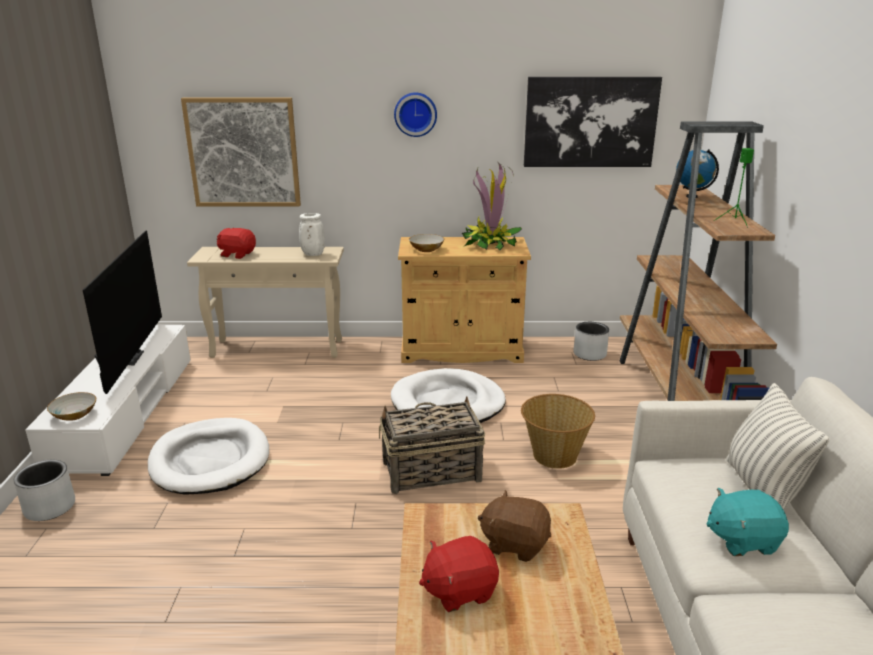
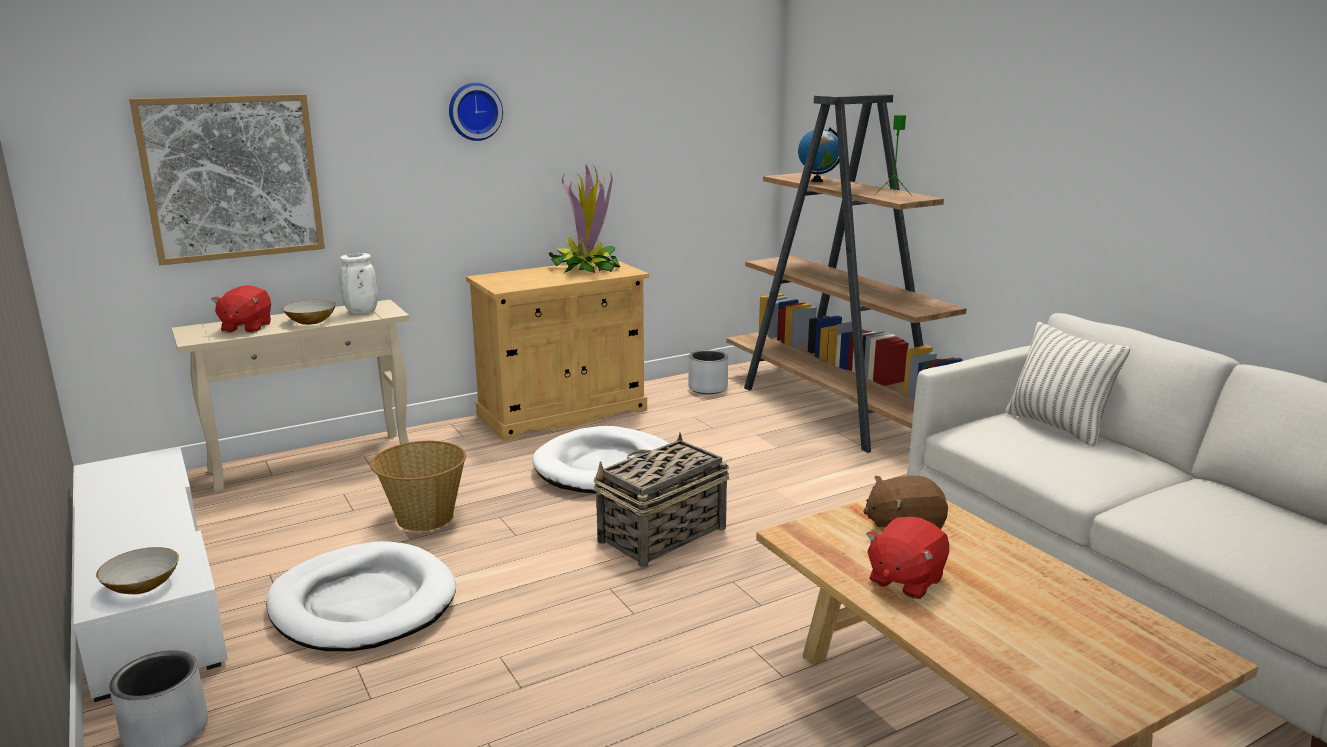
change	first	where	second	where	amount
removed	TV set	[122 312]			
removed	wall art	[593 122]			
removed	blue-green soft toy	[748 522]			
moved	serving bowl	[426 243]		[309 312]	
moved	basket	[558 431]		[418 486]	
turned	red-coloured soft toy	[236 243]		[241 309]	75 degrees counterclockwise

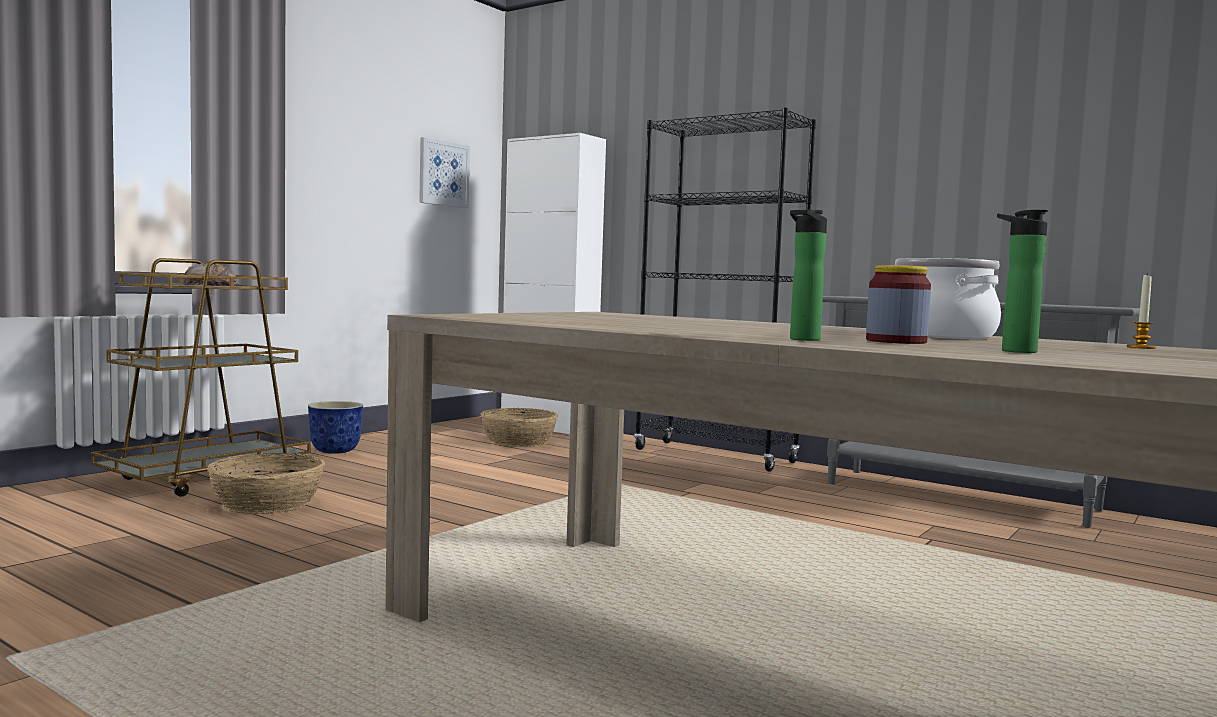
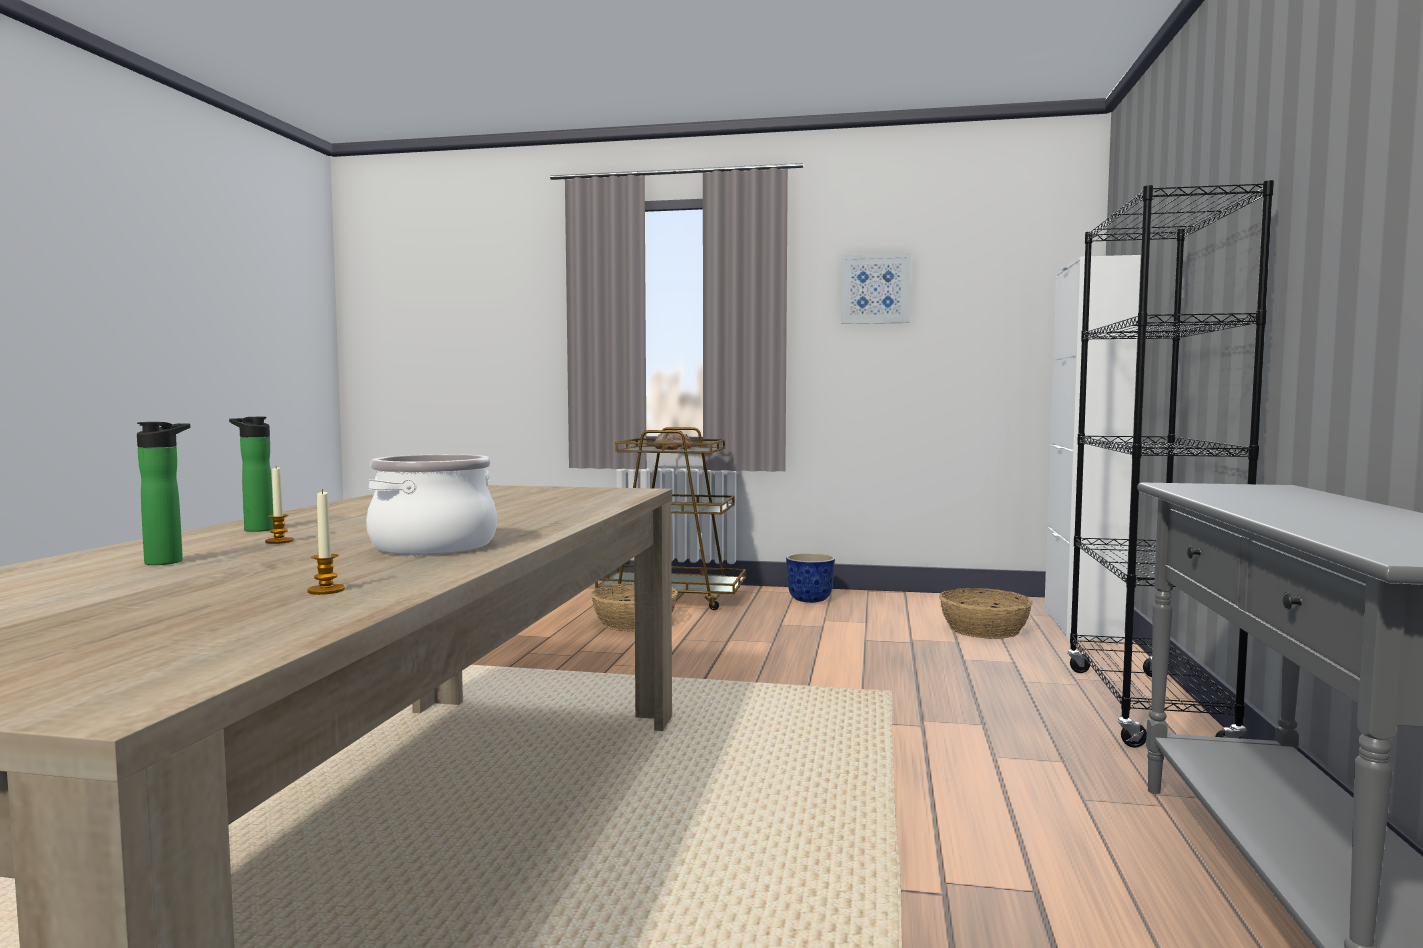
change	first	where	second	where	amount
moved	wall art	[444 172]		[876 288]	
replaced	jar	[898 304]	wax light	[279 505]	

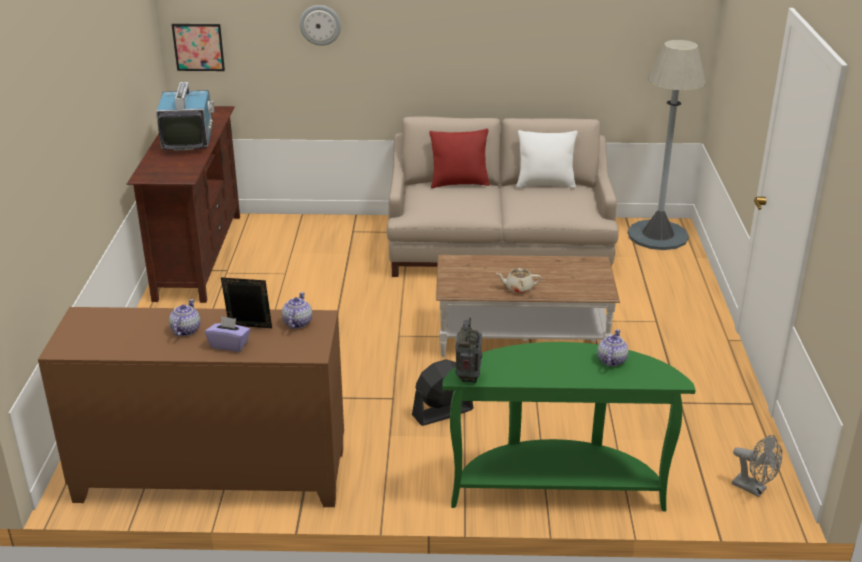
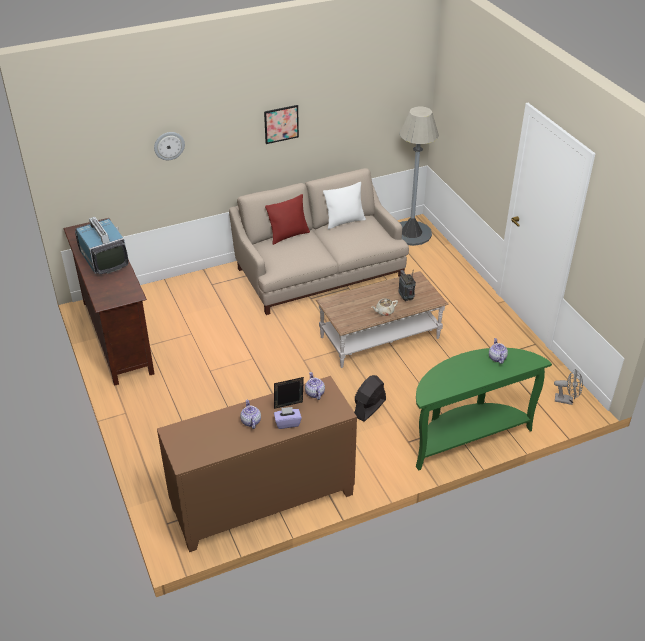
change	first	where	second	where	amount
moved	wall art	[198 47]		[281 124]	
moved	radio receiver	[469 350]		[407 285]	

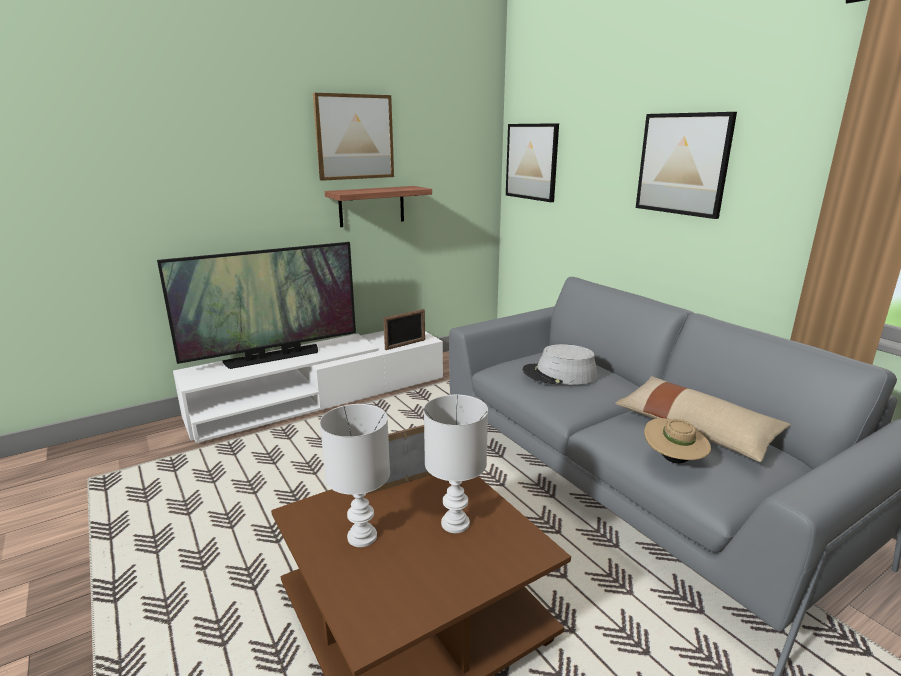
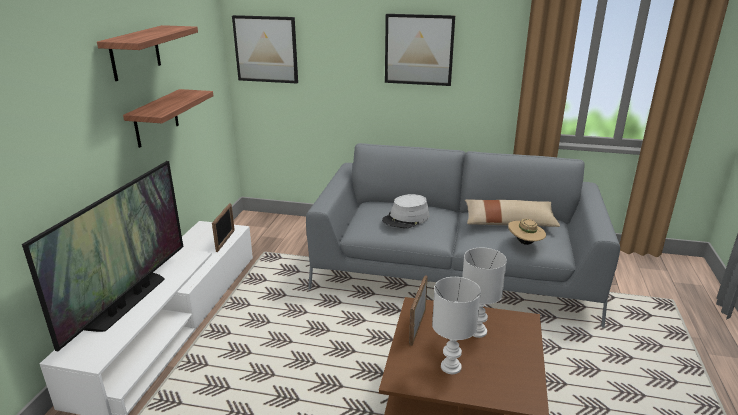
change	first	where	second	where	amount
replaced	wall art	[353 137]	shelf	[147 53]	

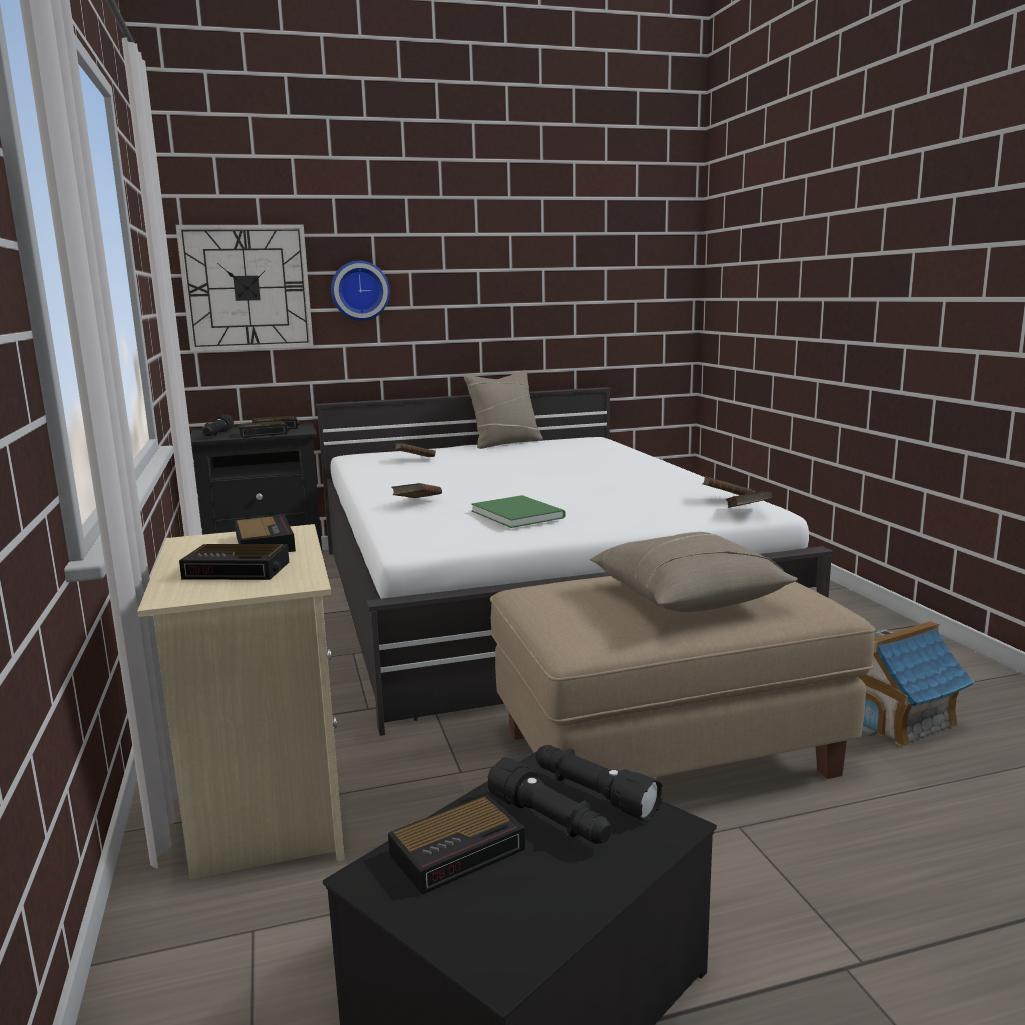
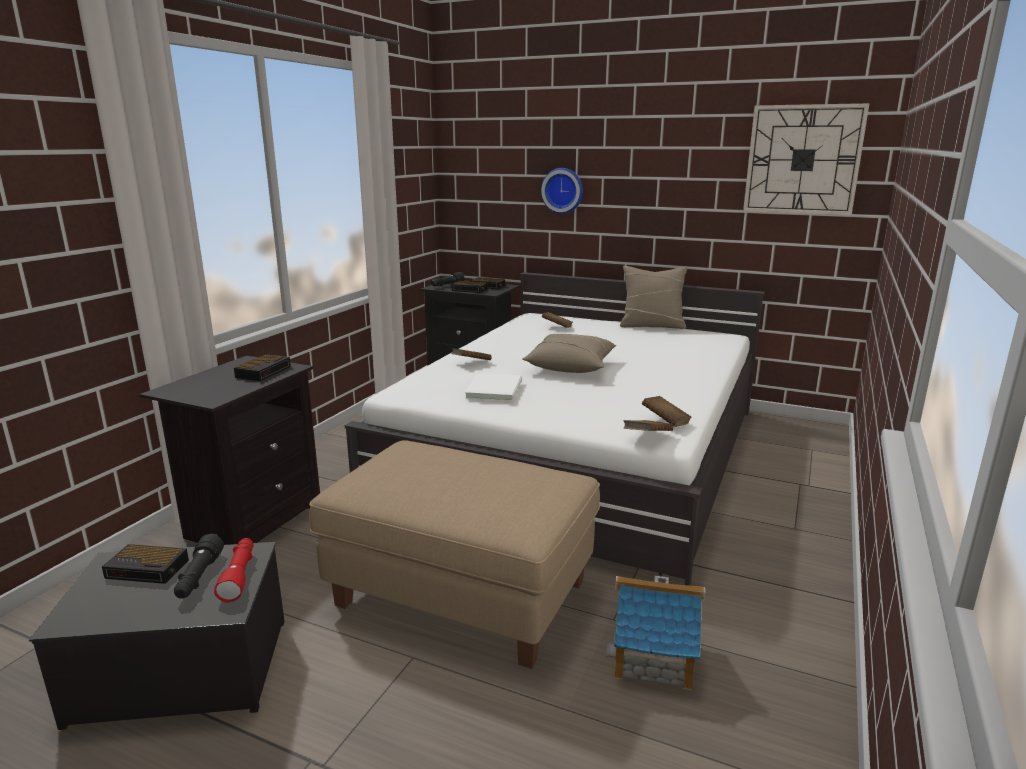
change	first	where	second	where	amount
removed	bedside clock	[234 562]			
moved	wall clock	[244 288]		[806 159]	
moved	beige cushion	[694 572]		[569 353]	
recoloured	beige nightstand	[241 702]	black nightstand	[229 450]	
recoloured	greenish volume	[519 511]	whitish volume	[493 387]	
recoloured	black torch	[599 783]	red-coloured torch	[234 570]	

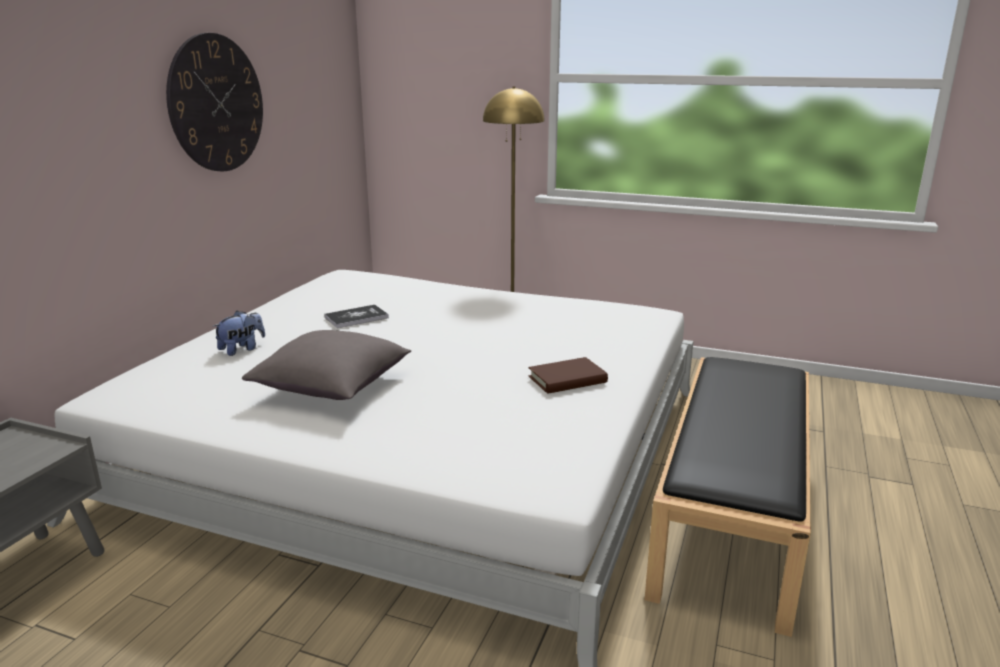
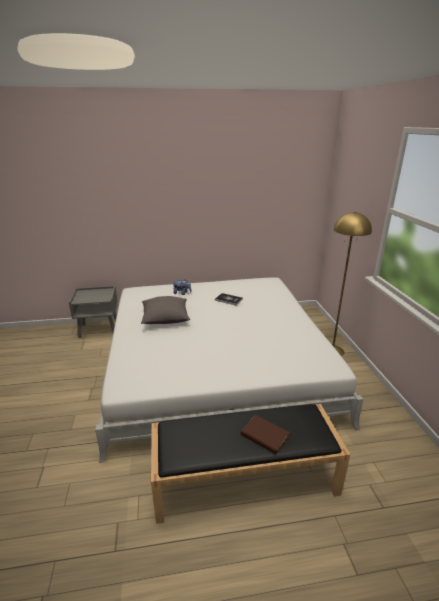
change	first	where	second	where	amount
removed	wall clock	[214 102]			
moved	brown-coloured volume	[568 375]		[265 434]	

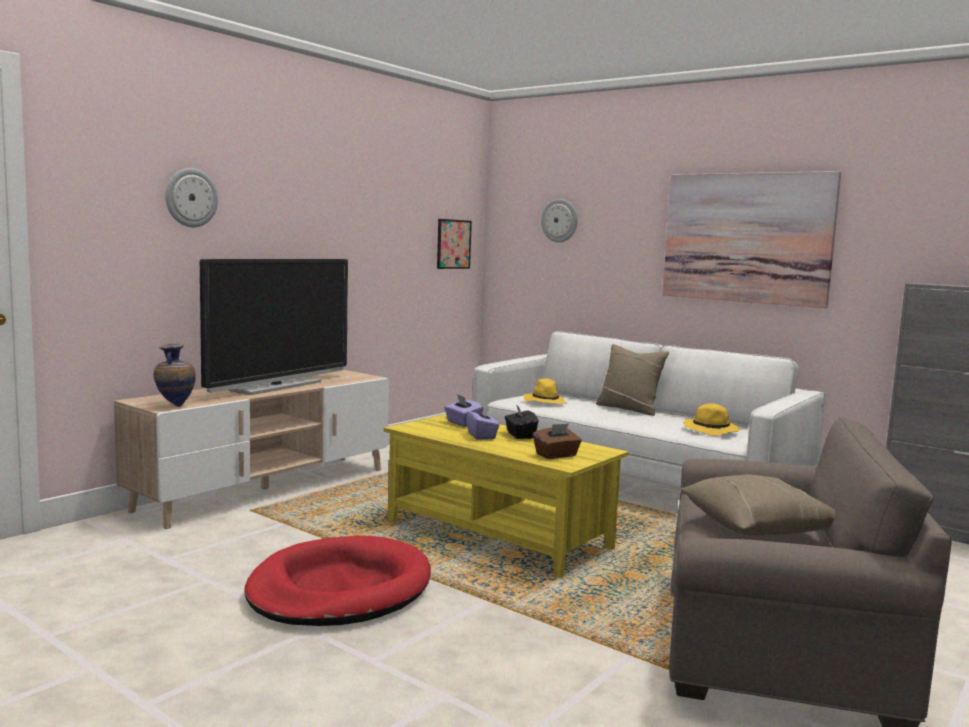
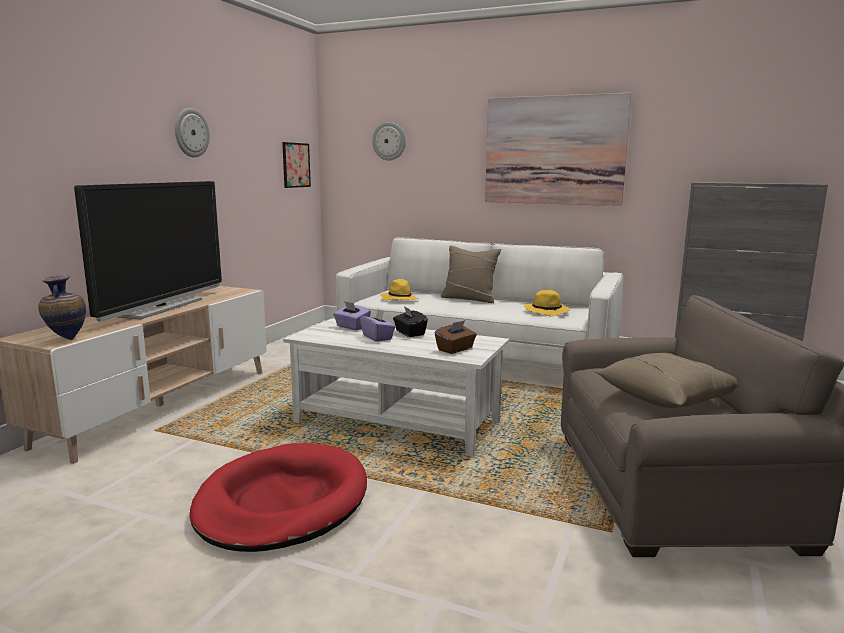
change	first	where	second	where	amount
moved	wall clock	[191 197]		[192 132]	
recoloured	yellow-coloured lounge table	[506 496]	whitish lounge table	[396 388]	

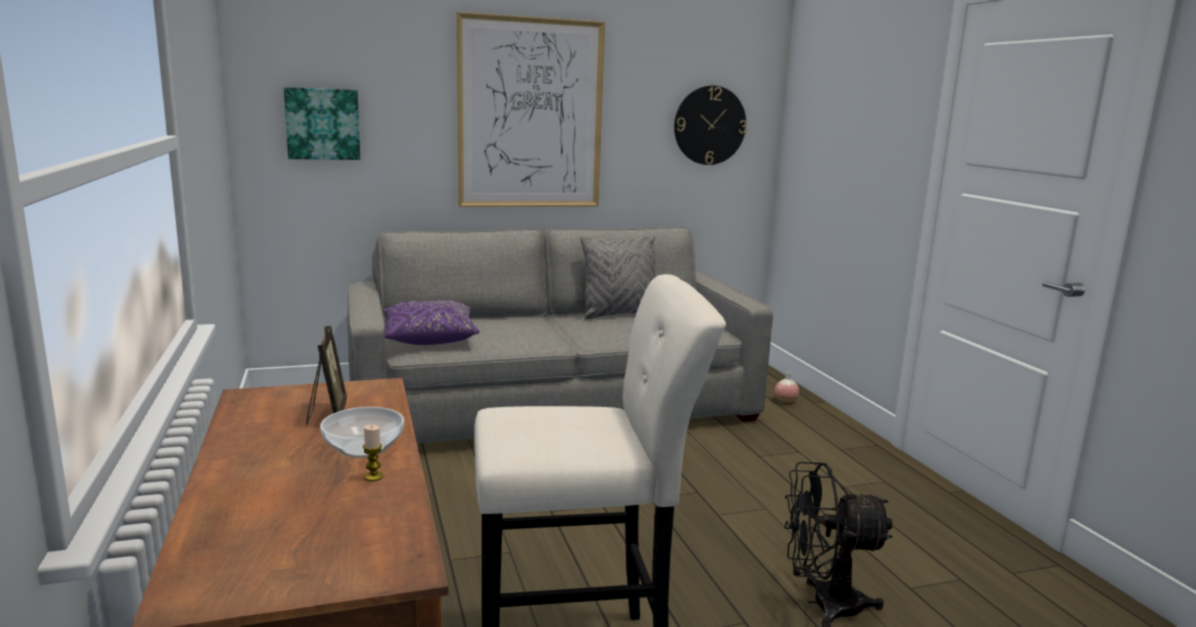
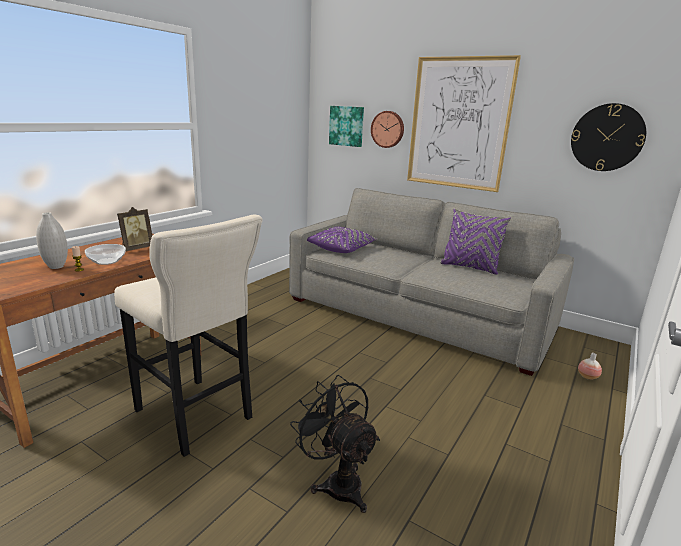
change	first	where	second	where	amount
added			whitish vase	[52 240]	
added			wall clock	[387 129]	
recoloured	grey cushion	[617 277]	purple-coloured cushion	[475 241]	

